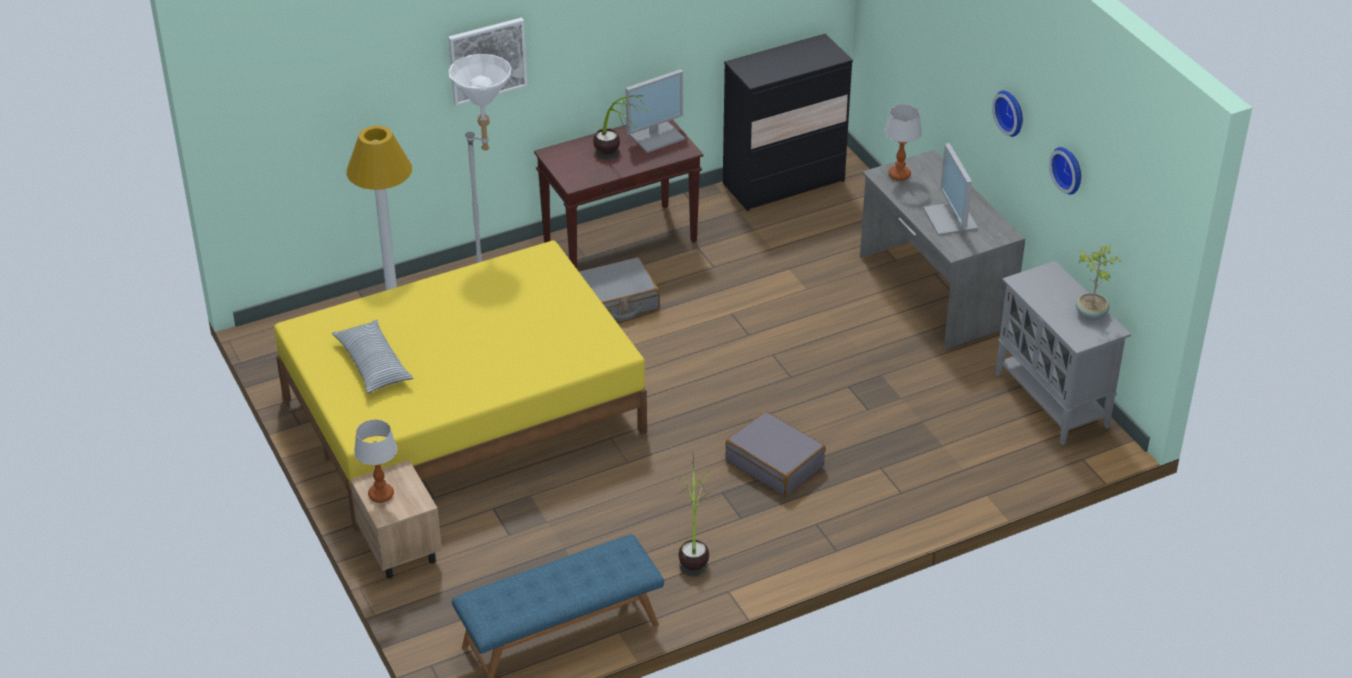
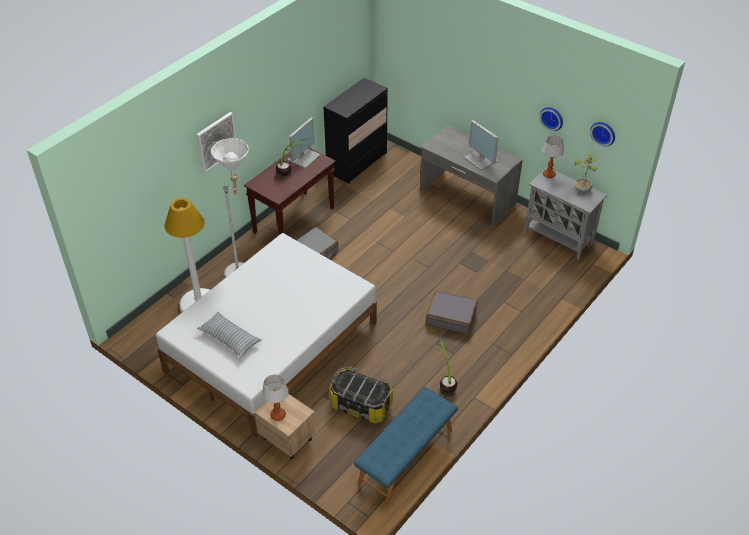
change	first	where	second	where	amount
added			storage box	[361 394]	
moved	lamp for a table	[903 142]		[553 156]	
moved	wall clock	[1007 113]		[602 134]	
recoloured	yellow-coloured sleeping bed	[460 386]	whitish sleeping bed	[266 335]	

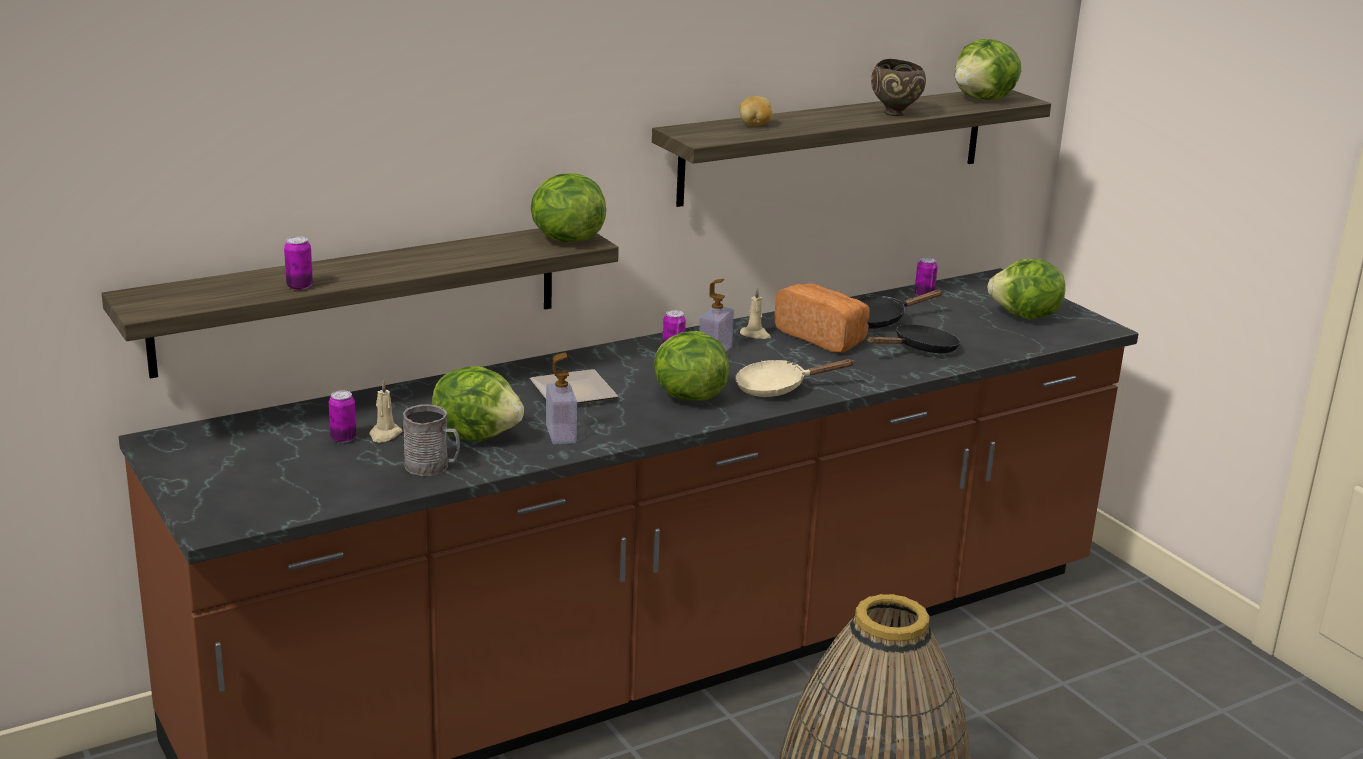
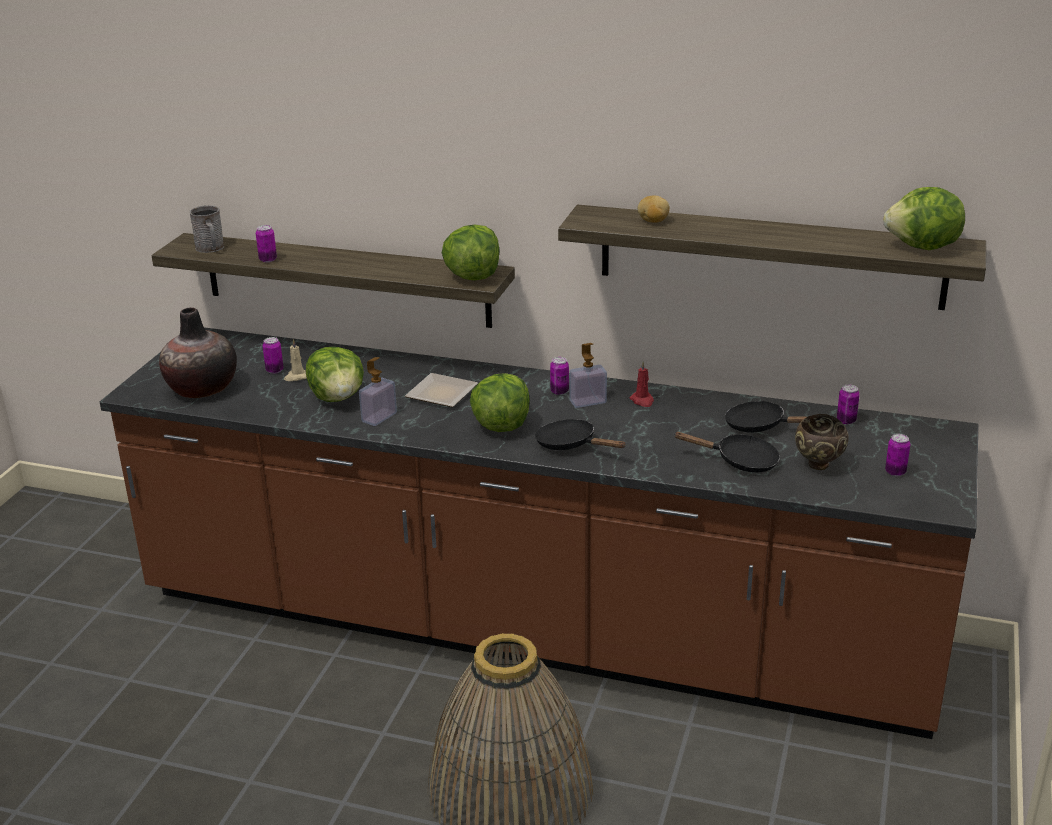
change	first	where	second	where	amount
removed	bakery bread	[822 318]			
added			vase	[198 352]	
moved	grey tea mug	[431 440]		[207 229]	
moved	brown-coloured serving bowl	[898 87]		[822 442]	
replaced	head of lettuce	[1026 289]	can	[897 455]	
recoloured	beige pan	[795 378]	black pan	[580 434]	
recoloured	beige wax light	[755 313]	red-coloured wax light	[642 384]	

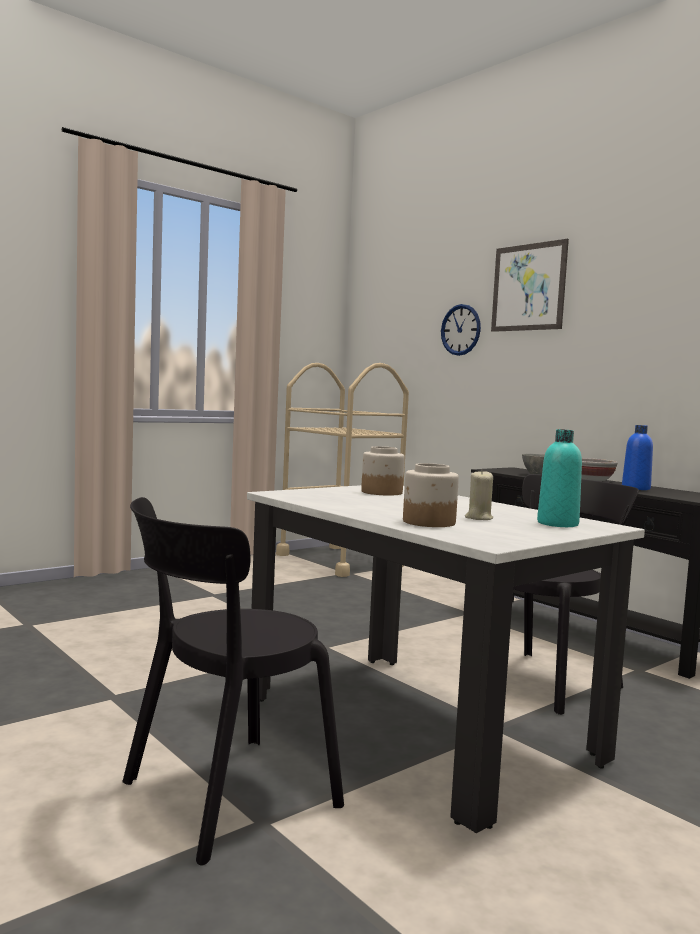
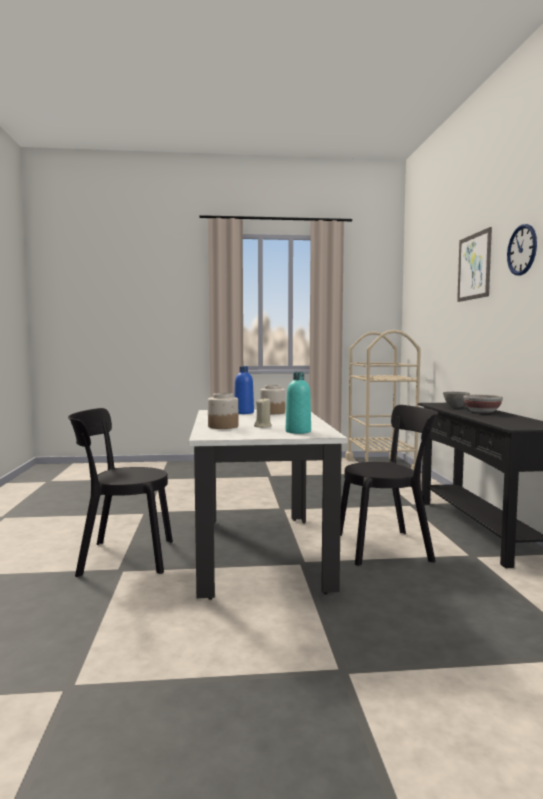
change	first	where	second	where	amount
moved	wall clock	[461 330]		[522 249]	
moved	blue bottle	[637 457]		[244 390]	

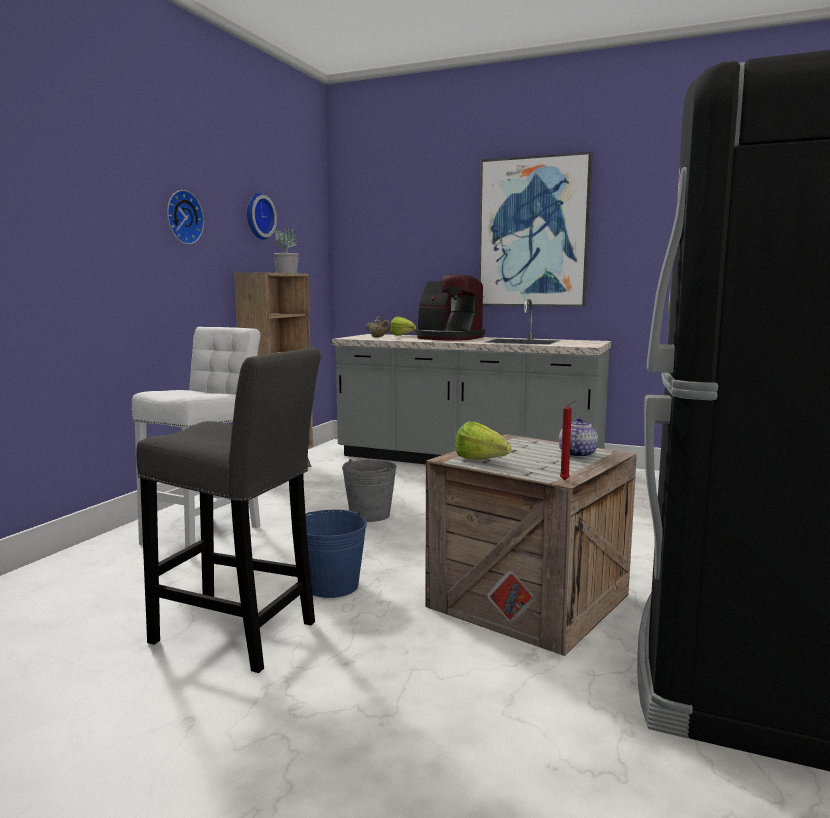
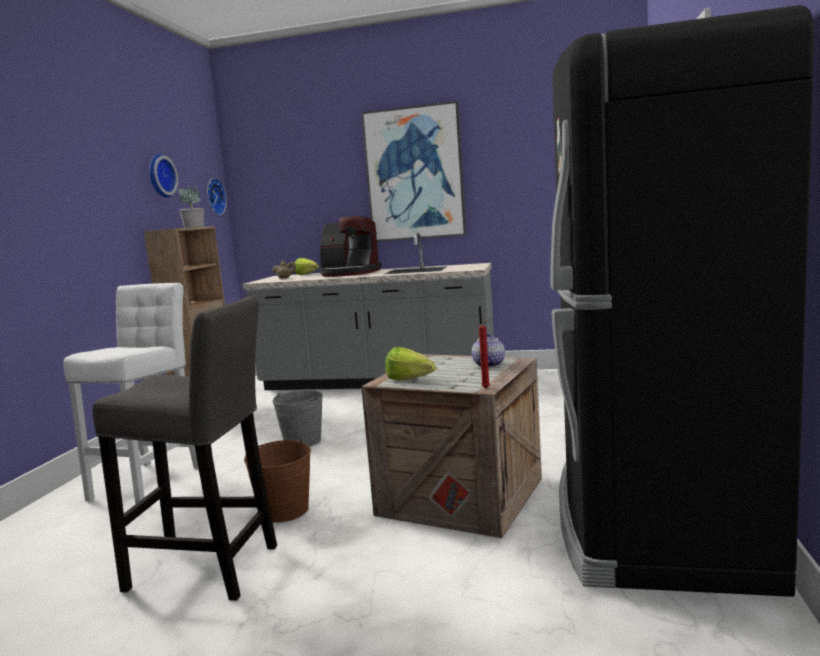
change	first	where	second	where	amount
moved	wall clock	[185 217]		[217 196]	
recoloured	blue pail	[336 554]	brown-coloured pail	[277 480]	

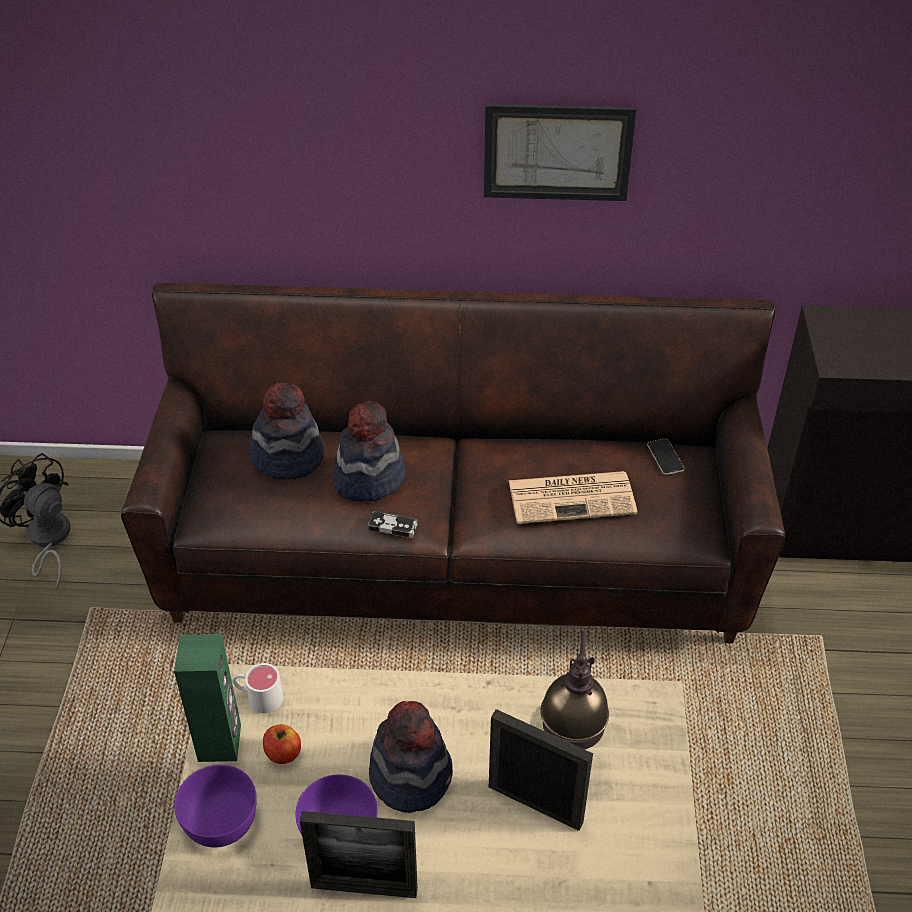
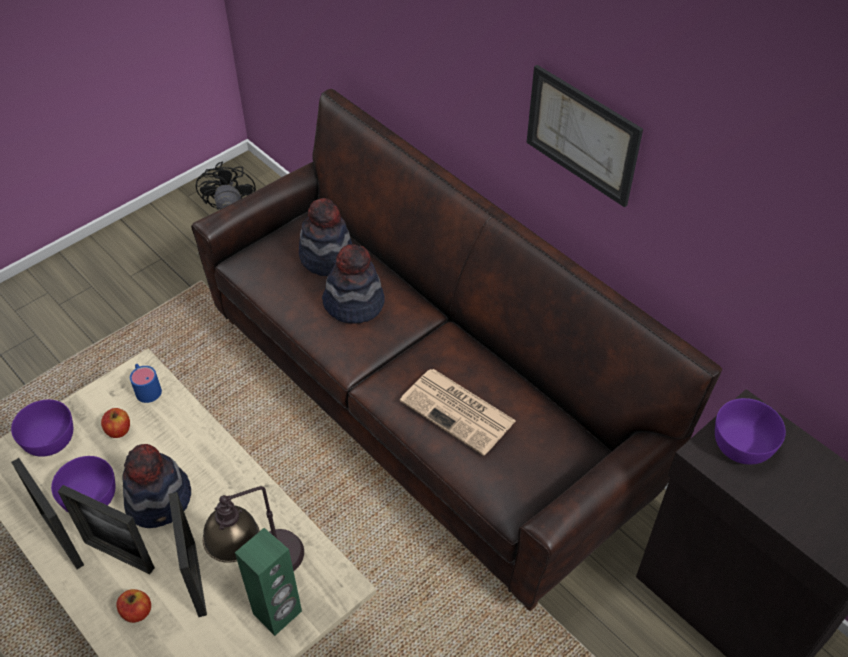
change	first	where	second	where	amount
removed	game controller	[393 524]			
removed	telephone	[665 457]			
added			picture frame	[106 529]	
added			whole apple	[133 606]	
added			purple-coloured serving bowl	[750 431]	
moved	greenish speaker	[207 697]		[268 582]	
recoloured	whitish tea mug	[257 688]	blue tea mug	[146 383]	

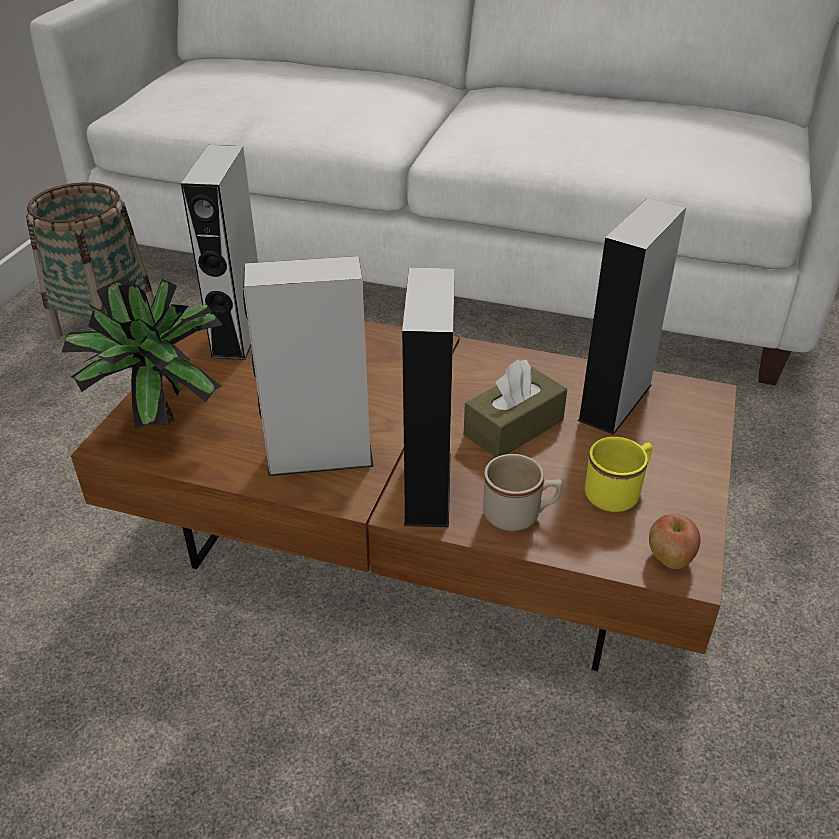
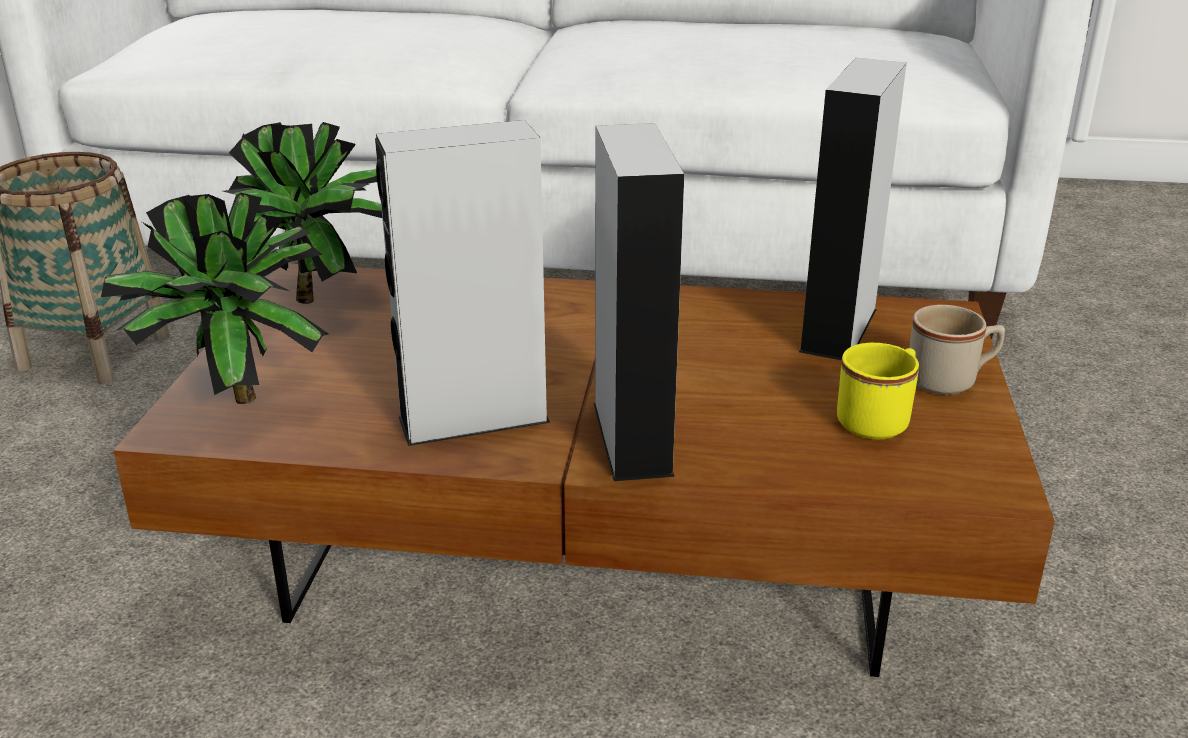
change	first	where	second	where	amount
removed	brown-coloured box of tissues	[515 408]			
removed	whole apple	[674 541]			
moved	beige tea mug	[522 492]		[957 350]	
replaced	grey speaker	[219 252]	houseplant	[302 213]	

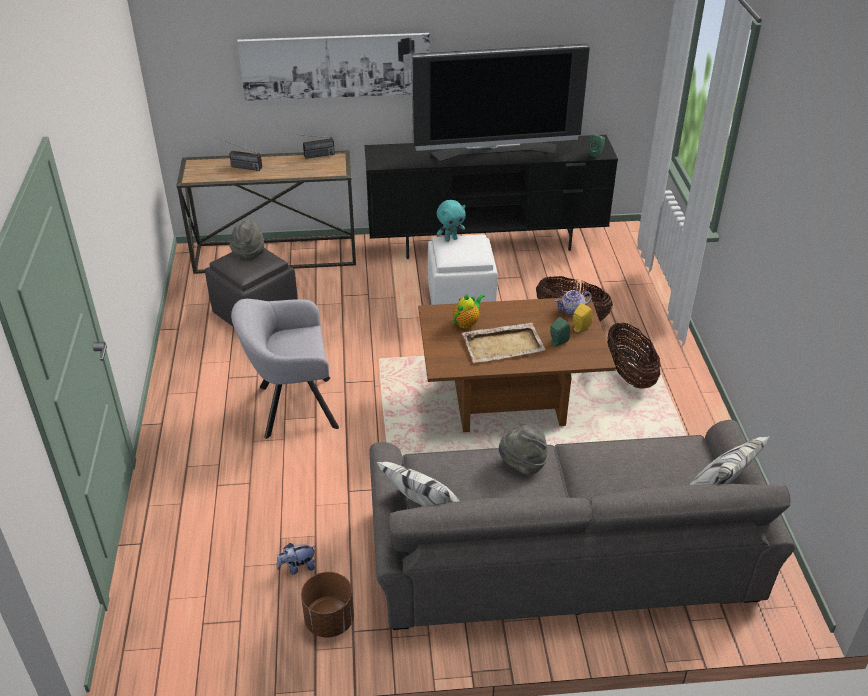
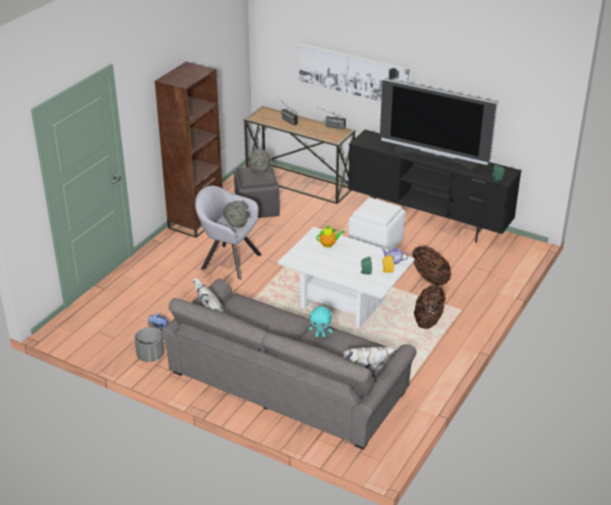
change	first	where	second	where	amount
removed	beige serving tray	[504 342]			
added			brown-coloured shelving unit	[189 150]	
moved	blue-green soft toy	[451 221]		[321 322]	
moved	grey clothing hat	[523 449]		[235 214]	
recoloured	brown-coloured planter	[327 605]	grey planter	[149 344]	
recoloured	brown-coloured lounge table	[517 364]	whitish lounge table	[346 278]	

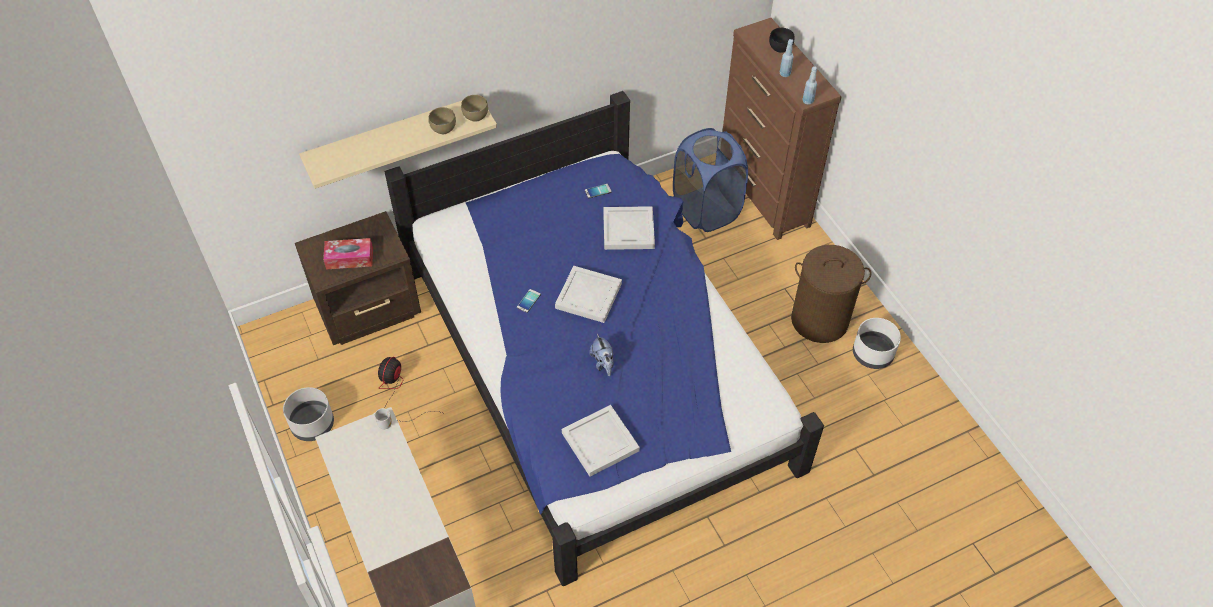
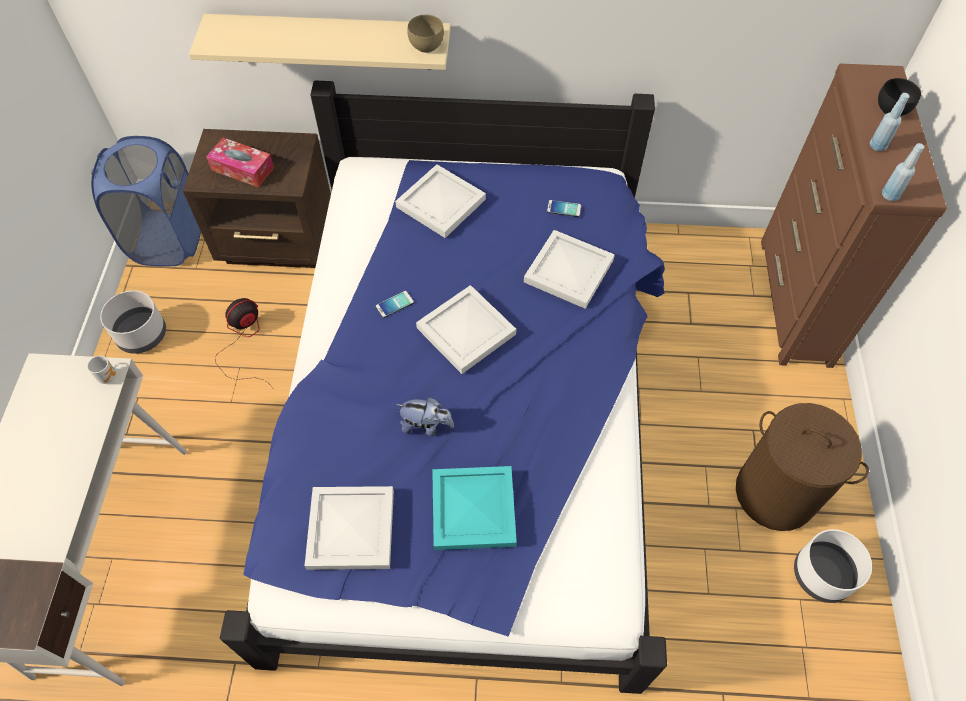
change	first	where	second	where	amount
removed	brown-coloured serving bowl	[442 120]			
added			whitish serving tray	[440 201]	
added			blue-green serving tray	[474 508]	
moved	blue laundry basket	[710 180]		[146 201]	
turned	soft toy	[601 355]		[425 417]	90 degrees counterclockwise

